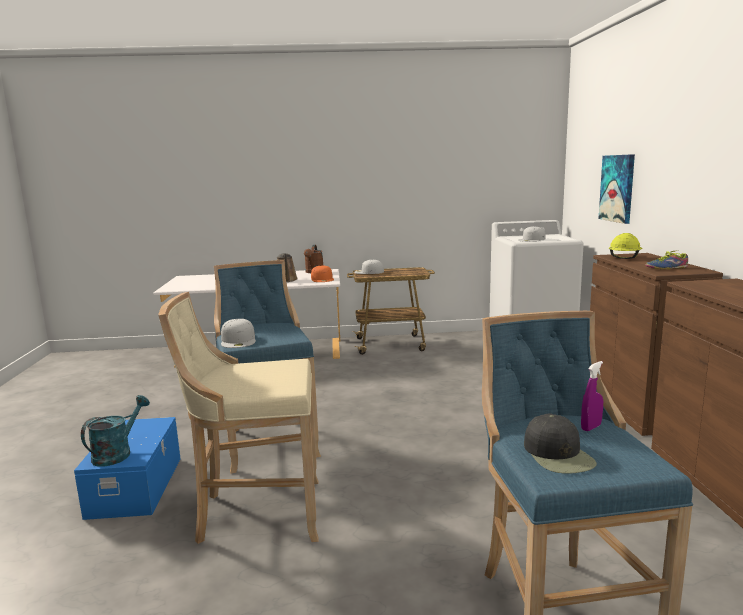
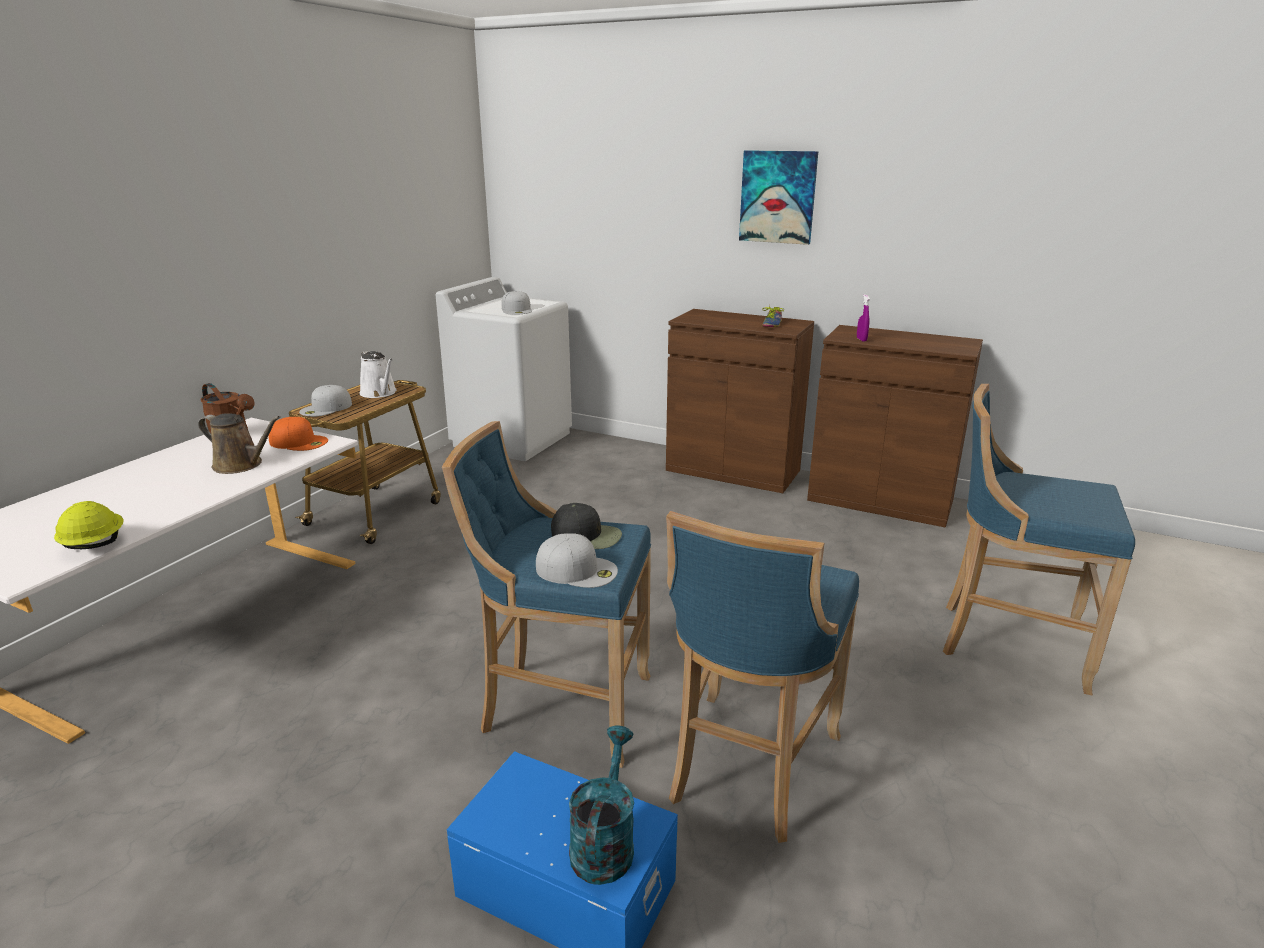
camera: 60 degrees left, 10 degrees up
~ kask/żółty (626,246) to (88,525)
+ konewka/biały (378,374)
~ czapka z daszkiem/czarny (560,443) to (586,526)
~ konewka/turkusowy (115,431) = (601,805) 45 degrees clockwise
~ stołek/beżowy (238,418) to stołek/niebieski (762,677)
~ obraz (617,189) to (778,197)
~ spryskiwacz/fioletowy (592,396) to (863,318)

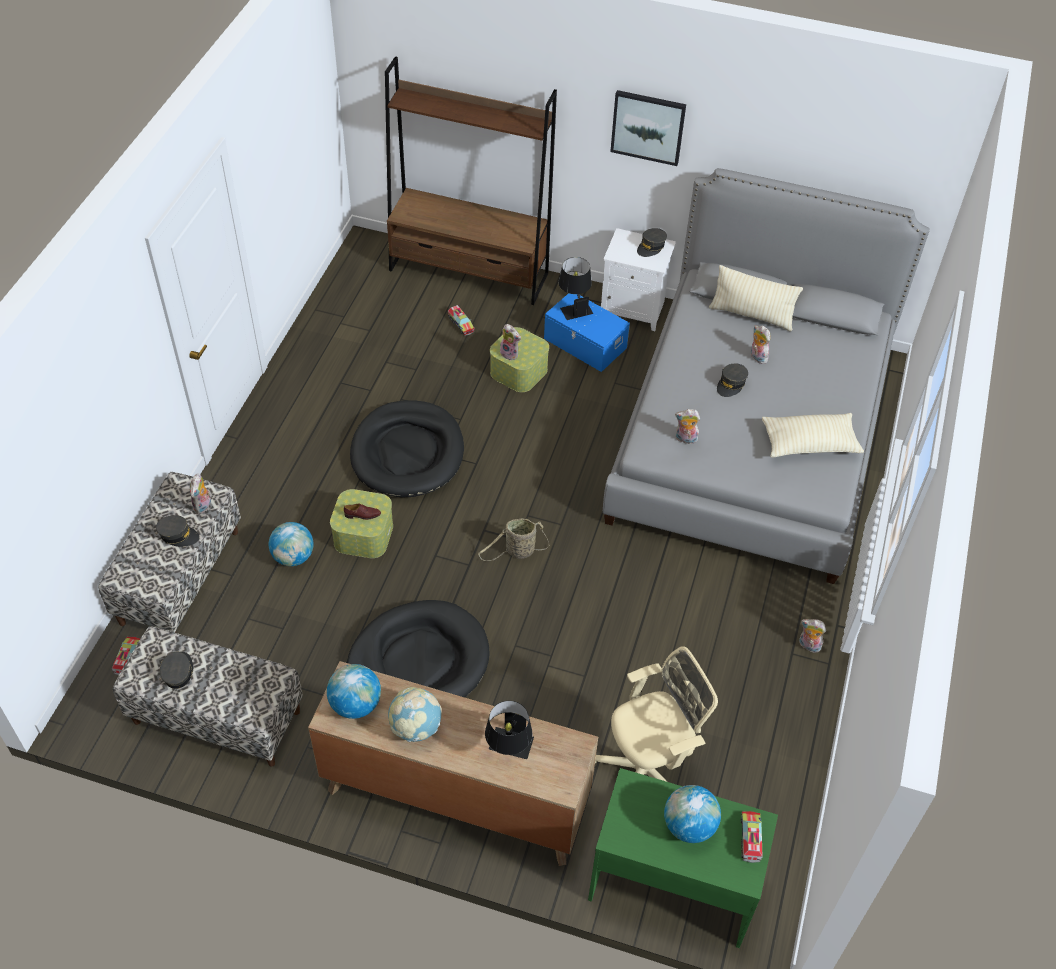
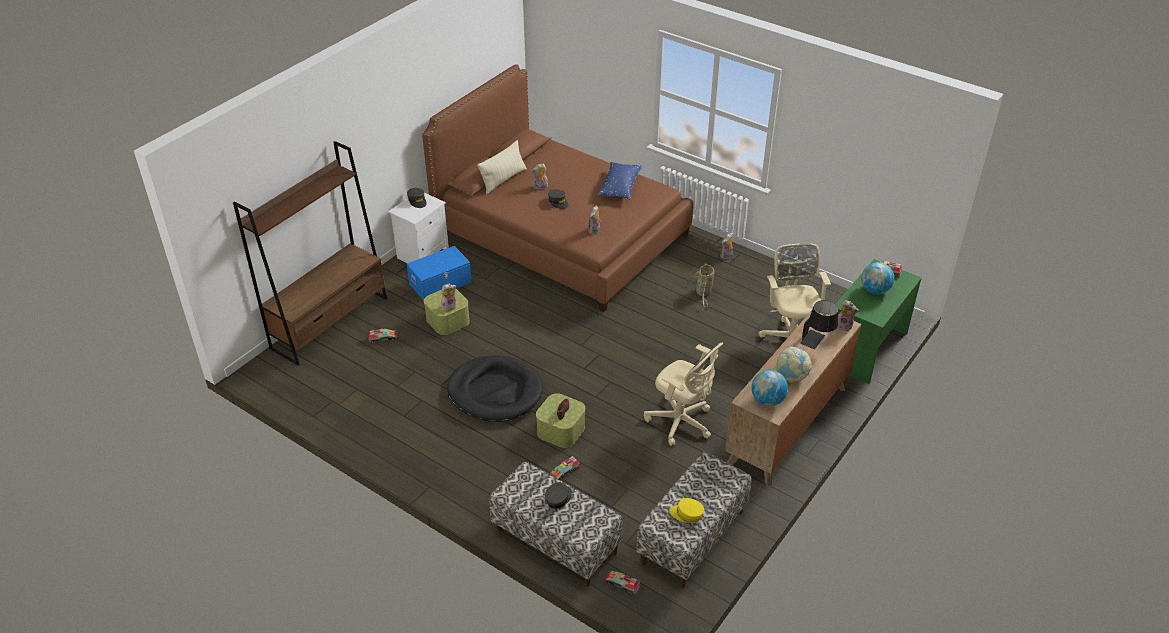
camera: 70 degrees left, 10 degrees down
~ łóżko/szary (766,376) to łóżko/brązowy (557,188)
~ globus (291,544) to ciężarówka zabawkowa (565,468)
~ poduszka/beżowy (813,435) to poduszka/niebieski (620,181)
~ legowisko/czarny (418,648) to krzesło biurowe/beżowy (684,394)
~ czapka z daszkiem/szary (176,670) to czapka z daszkiem/żółty (686,510)
~ koszyk (513,539) to (703,284)
~ pluszak (200,493) to (848,315)
- lampa stołowa/czarny (575,288)
- obraz (648,128)

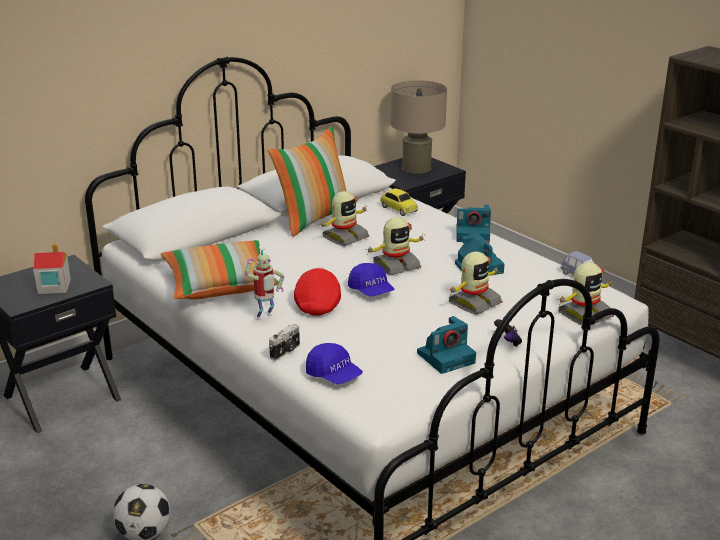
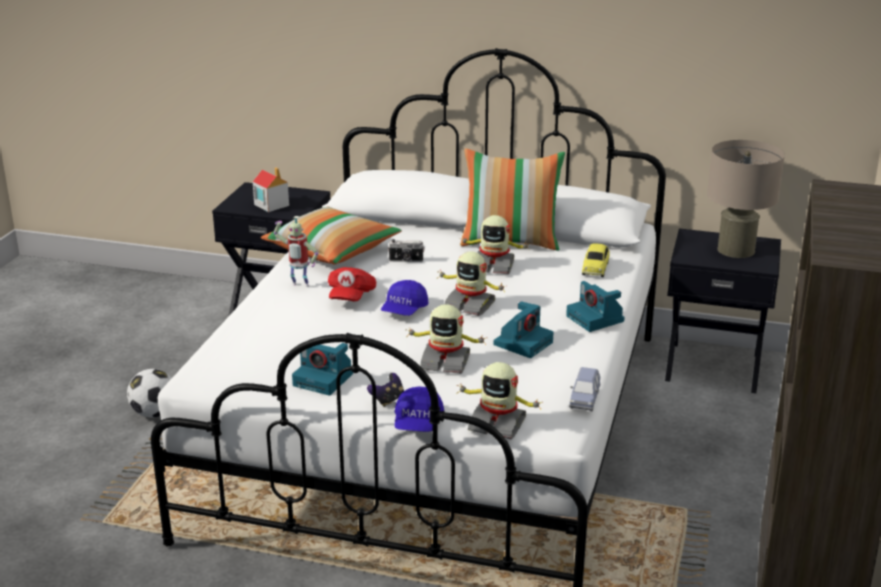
camera: 55 degrees right, 0 degrees up
~ czapka z daszkiem/czerwony (317,291) = (352,284) 135 degrees clockwise
~ aparat fotograficzny (284,342) to (406,250)
~ czapka z daszkiem/niebieski (334,363) to (419,409)

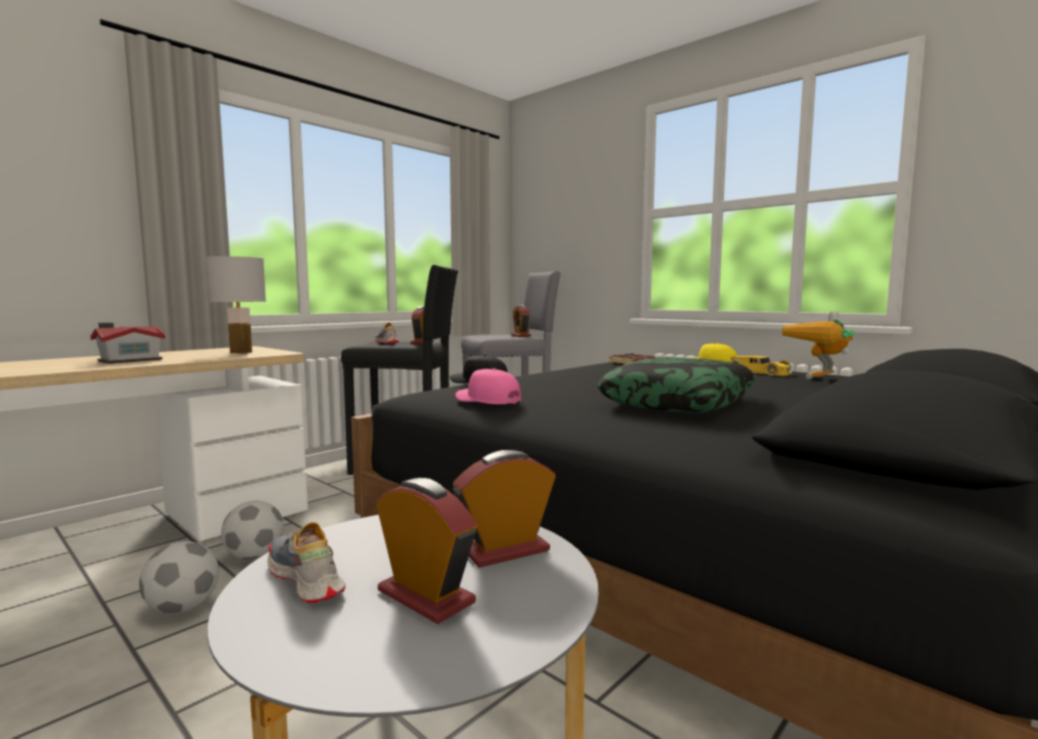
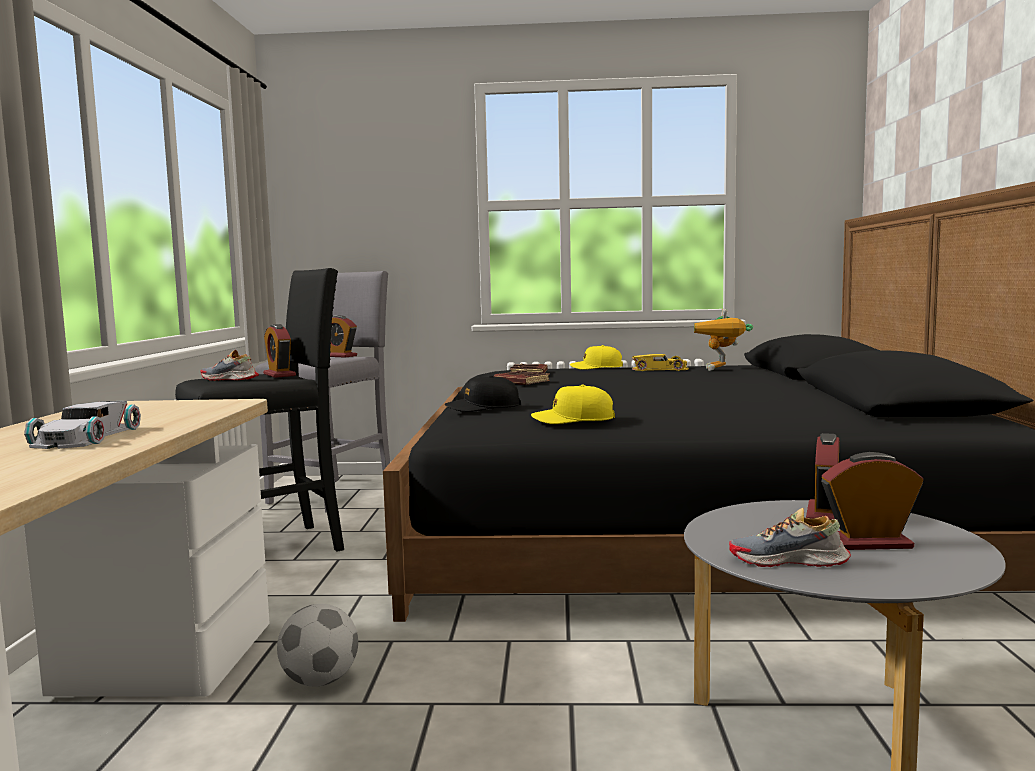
camera: 40 degrees left, 0 degrees up
~ domek (128,343) to samochodzik/biały (82,425)
+ książka/brązowy (522,377)
~ czapka z daszkiem/różowy (488,386) to czapka z daszkiem/żółty (573,404)
- piłka futbolowa (179,577)
- lampa stołowa/biały (235,305)
- poduszka (676,385)

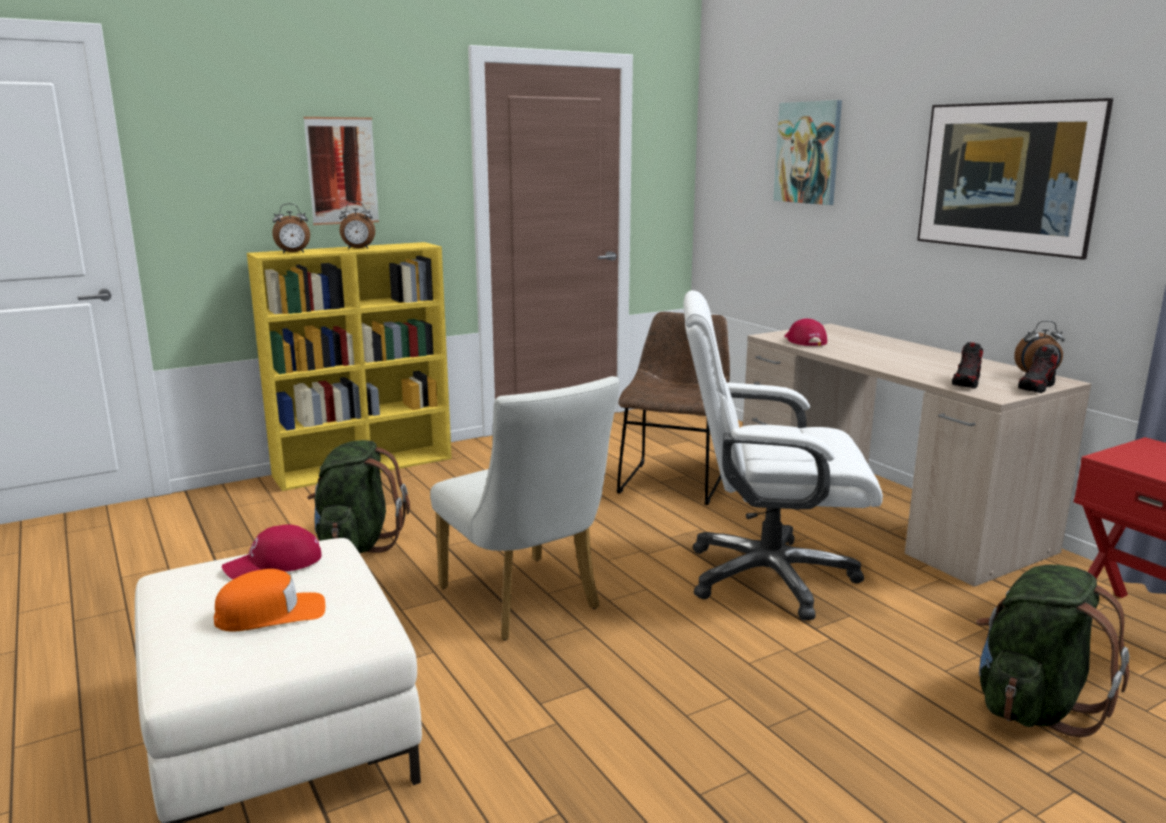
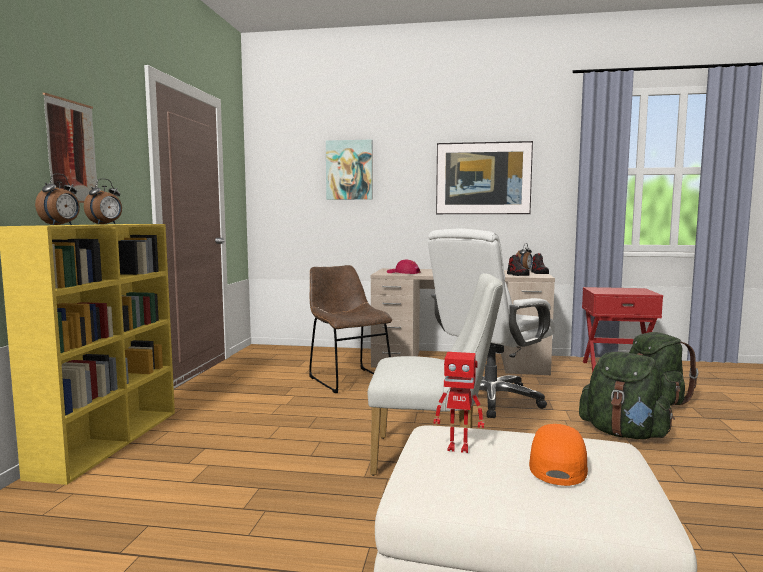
camera: 50 degrees left, 10 degrees down
~ czapka z daszkiem/czerwony (272,551) to robot zabawkowy (459,402)
~ plecak/zielony (358,496) to (627,395)

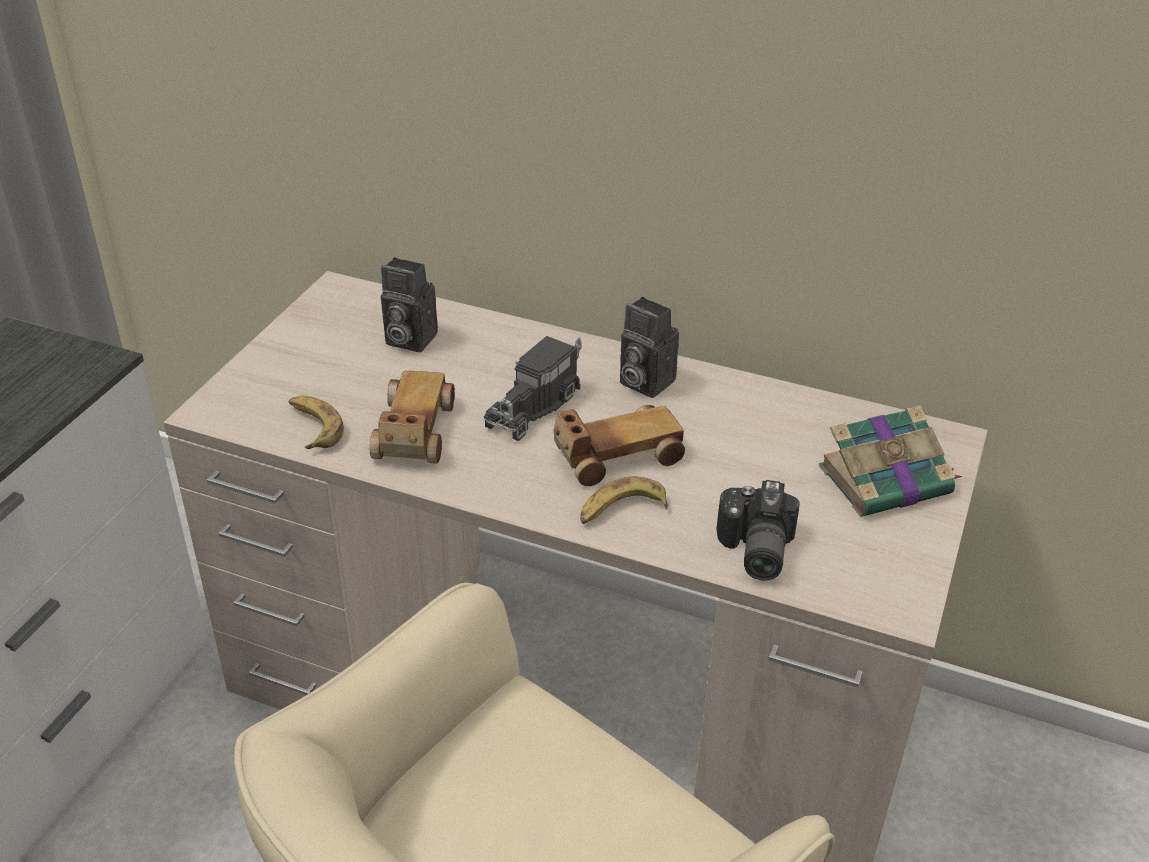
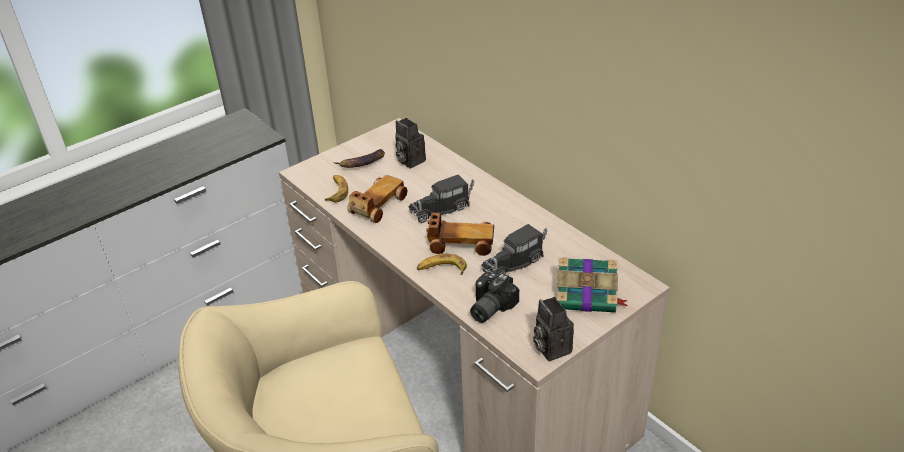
camera: 30 degrees right, 0 degrees up
+ banan (359,158)
+ ciężarówka zabawkowa (514,250)
~ aparat fotograficzny (649,347) to (553,329)

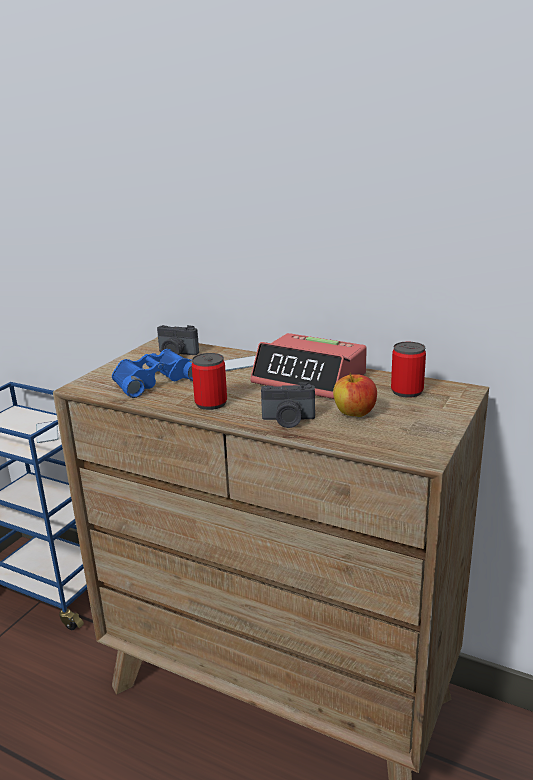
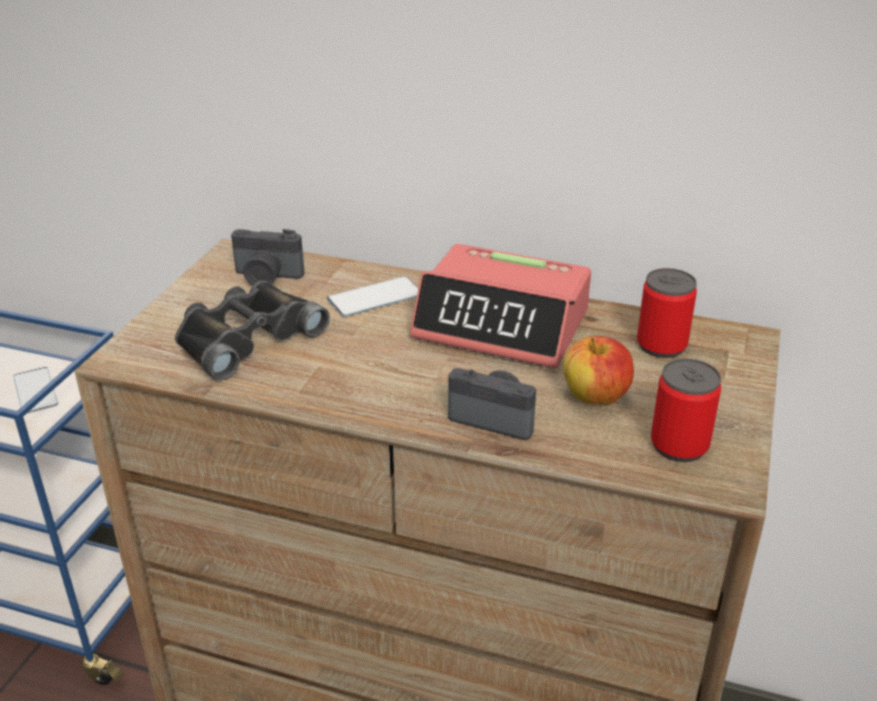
camera: 10 degrees left, 10 degrees up
~ lornetka/niebieski (152,373) to lornetka/czarny (252,330)
~ aparat fotograficzny (288,405) = (492,404) 150 degrees counterclockwise
~ puszka (209,381) to (686,410)

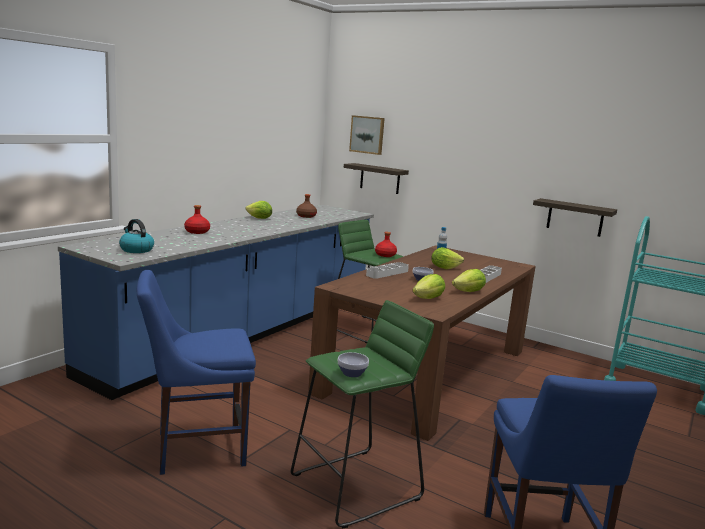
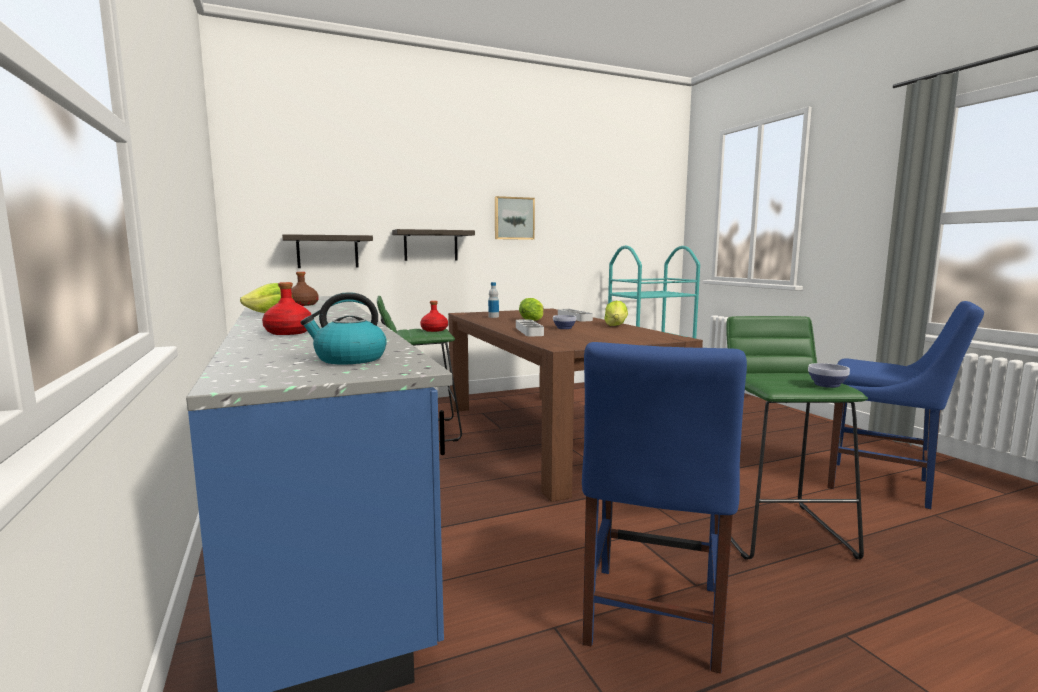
camera: 55 degrees left, 5 degrees down
~ półka (575,217) to (433,245)
~ obraz (367,135) to (515,218)
- sałata (428,286)

